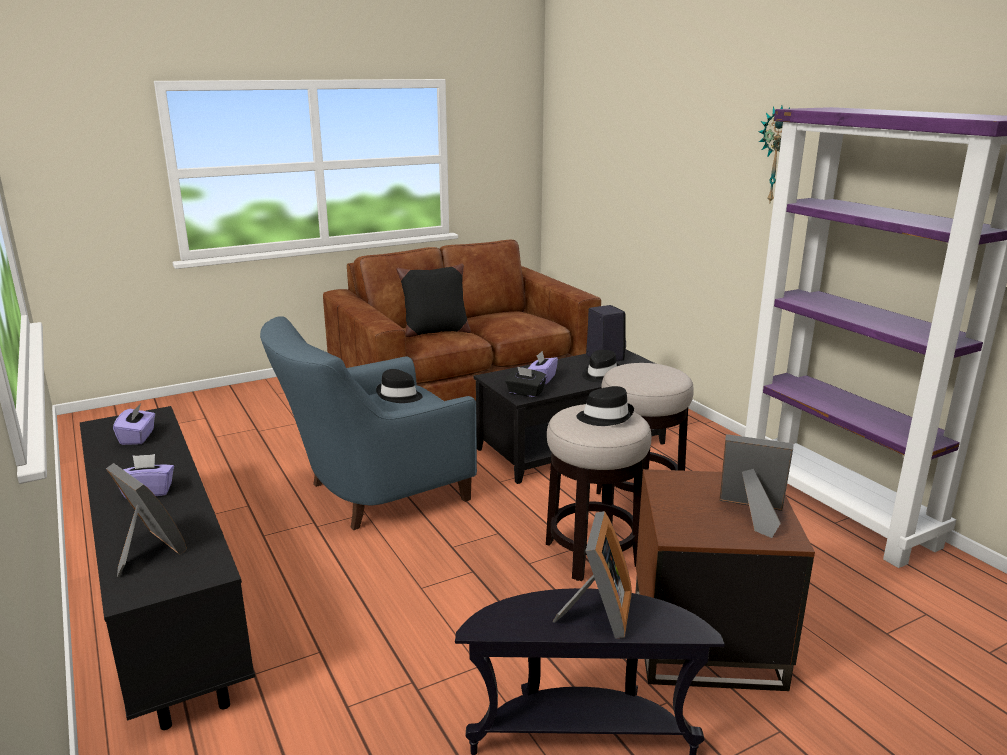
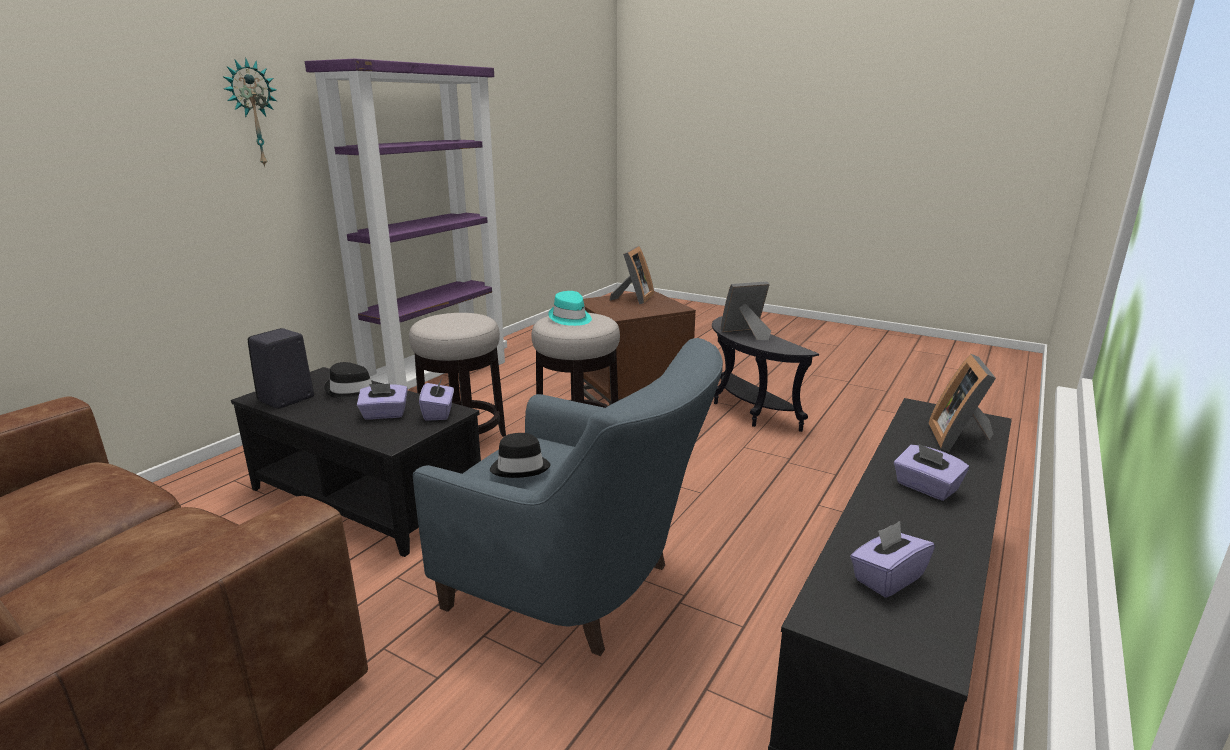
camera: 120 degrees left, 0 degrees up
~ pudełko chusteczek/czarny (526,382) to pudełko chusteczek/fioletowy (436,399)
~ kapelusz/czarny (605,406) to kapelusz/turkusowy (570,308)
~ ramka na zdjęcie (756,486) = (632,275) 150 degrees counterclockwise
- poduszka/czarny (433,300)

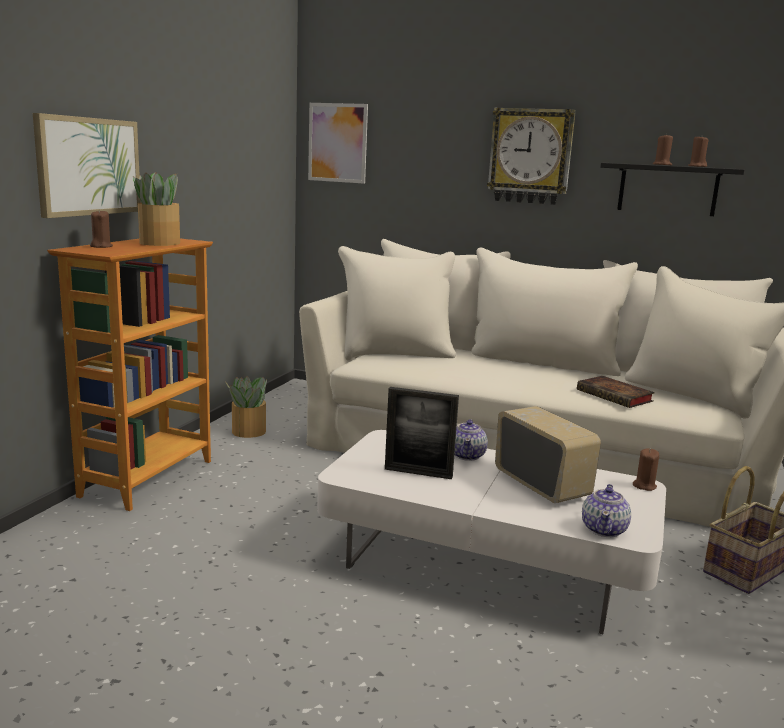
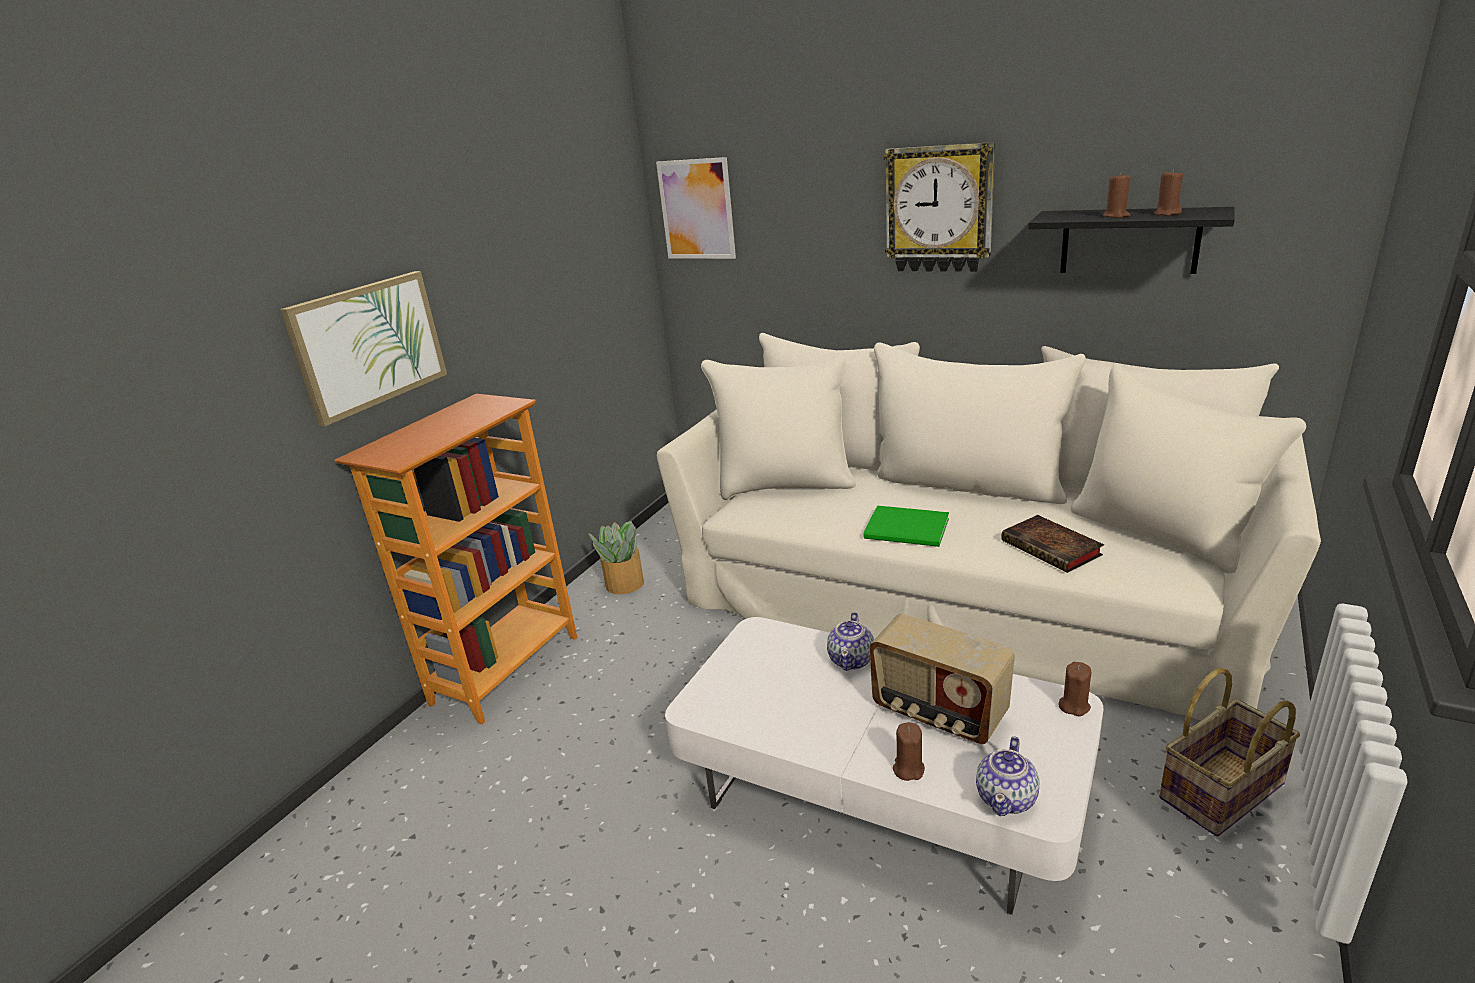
camera: 10 degrees right, 10 degrees up
+ książka/zielony (906,526)
~ radio (548,454) = (942,679) 150 degrees clockwise
~ świeca/brązowy (101,228) to (909,751)
- roślina doniczkowa (156,209)
- ramka na zdjęcie (422,433)

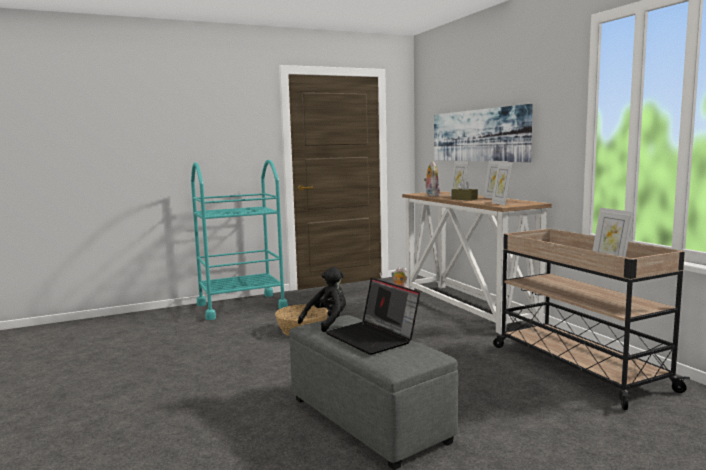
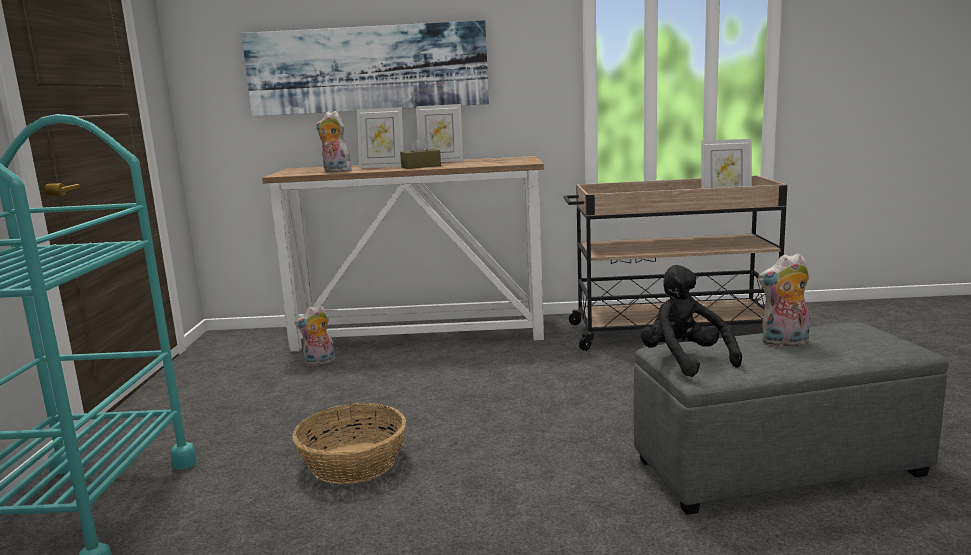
camera: 65 degrees left, 5 degrees up
~ laptop (373,316) to pluszak (784,300)
- ramka na zdjęcie (502,184)

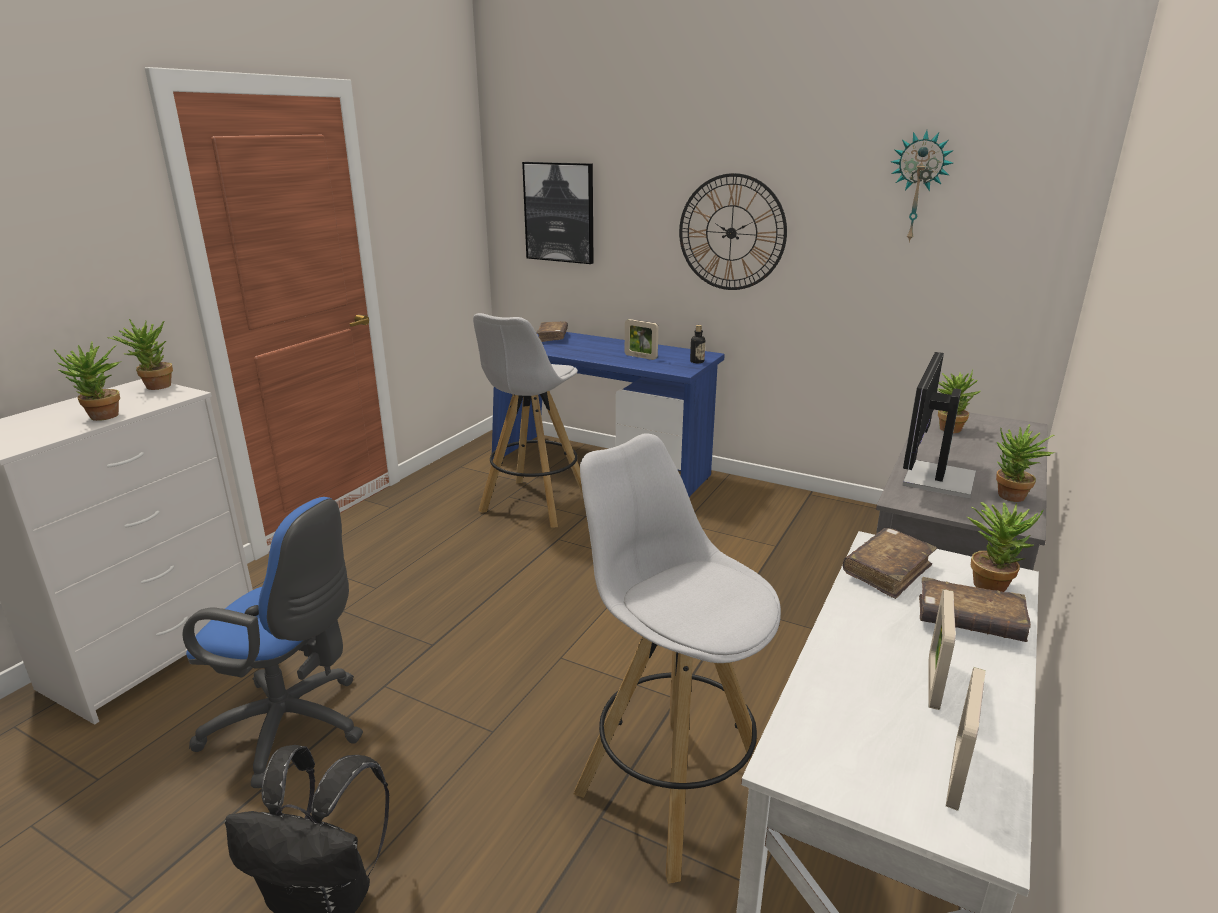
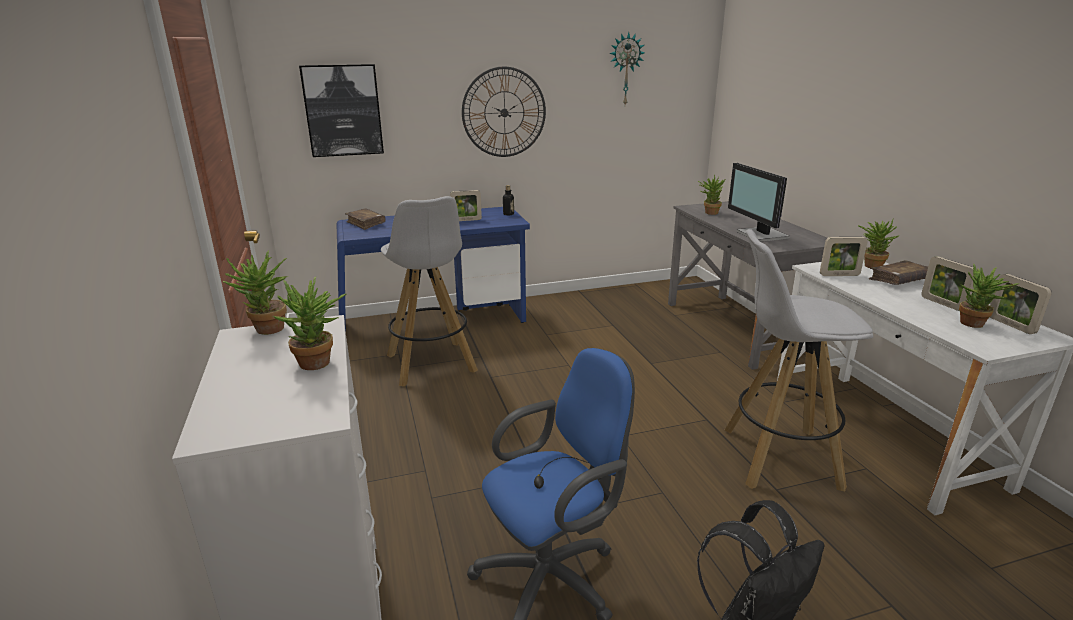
camera: 45 degrees left, 0 degrees up
~ książka/brązowy (890,563) to ramka na zdjęcie (844,256)
~ roślina doniczkowa (1025,463) to (989,296)

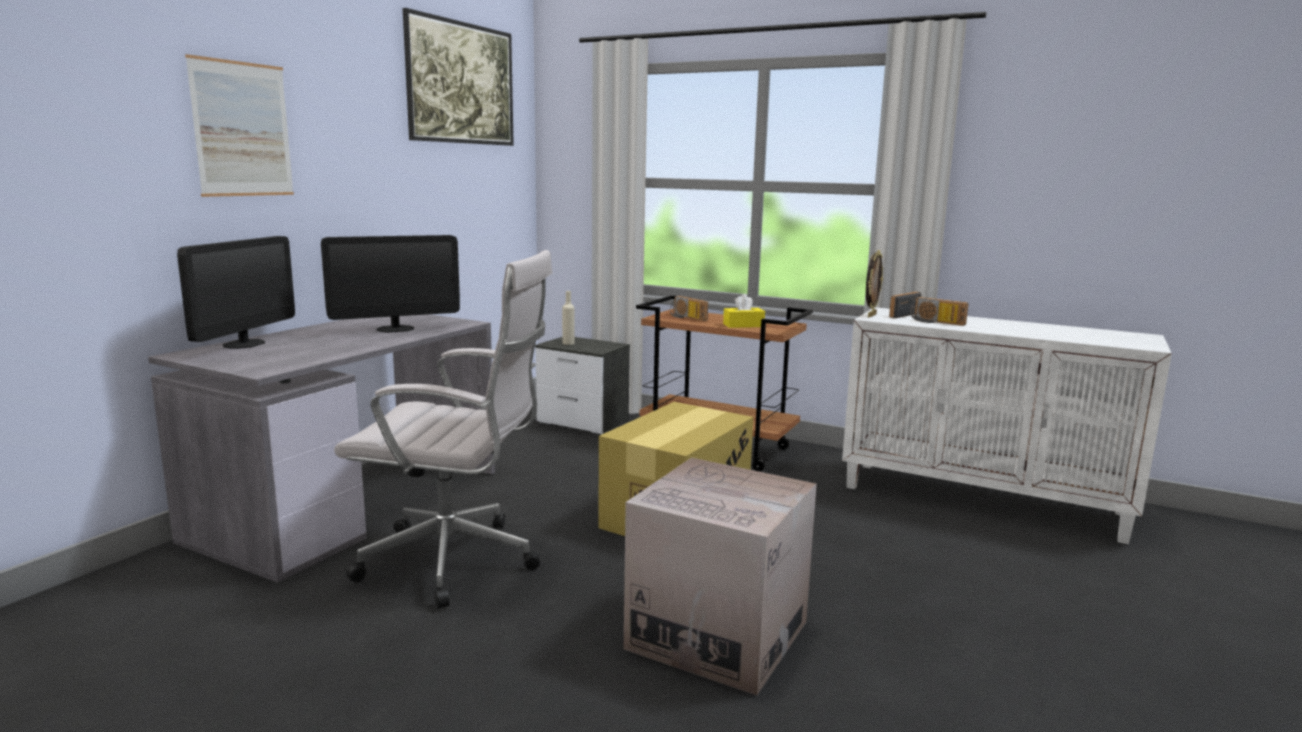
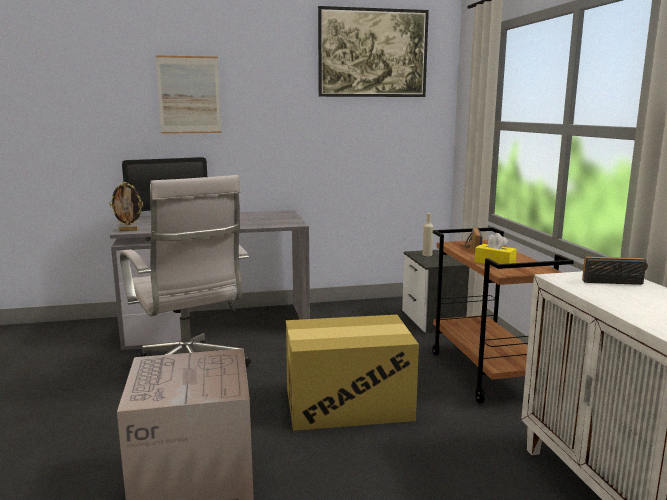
camera: 50 degrees right, 0 degrees up
~ ramka na zdjęcie (874,283) to (126,206)
- monitor (390,284)
- radio (939,311)

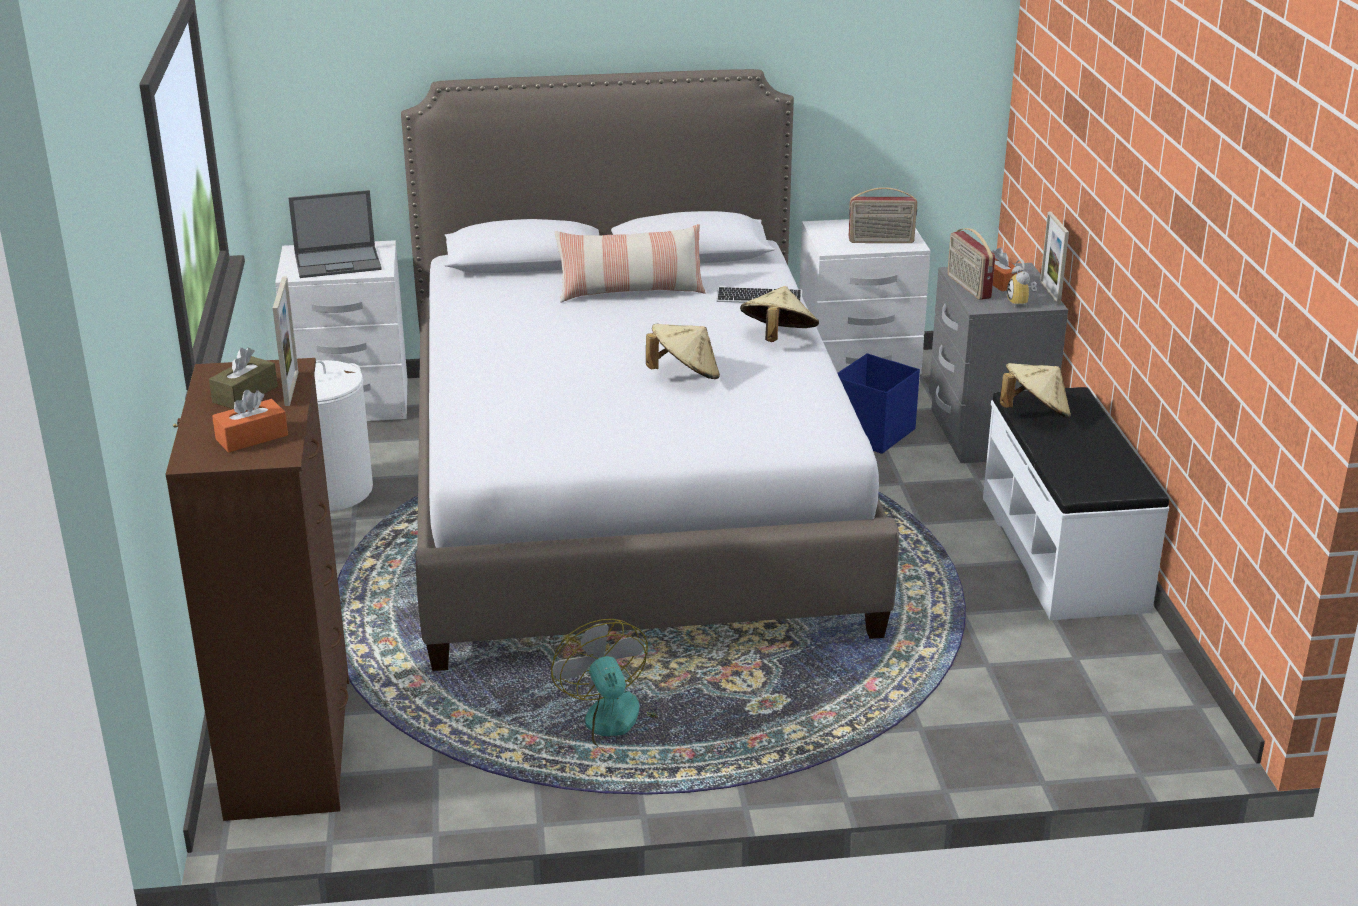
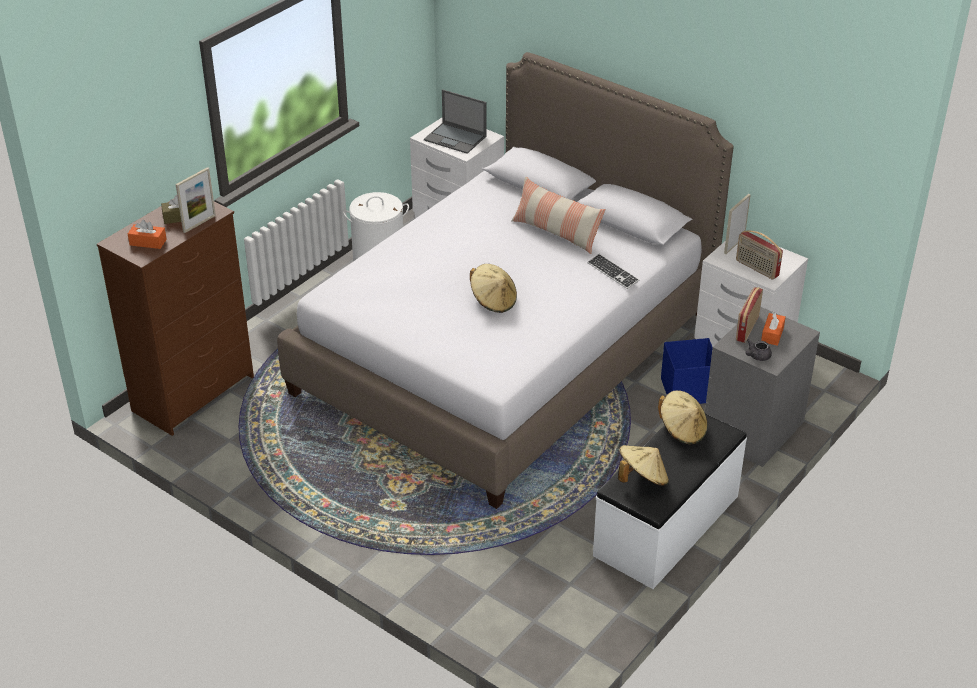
camera: 45 degrees right, 10 degrees up
~ kapelusz/beżowy (779,314) to (643,465)
~ ramka na zdjęcie (1054,258) to (737,224)
~ budzik (1022,283) to imbryk/szary (758,350)
- wentylator (604,688)

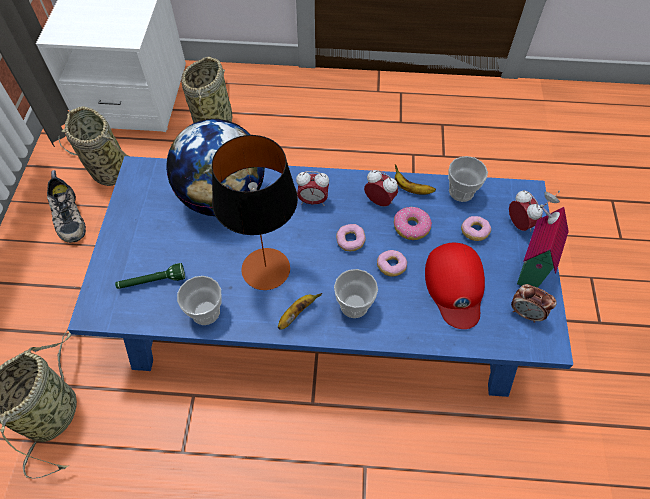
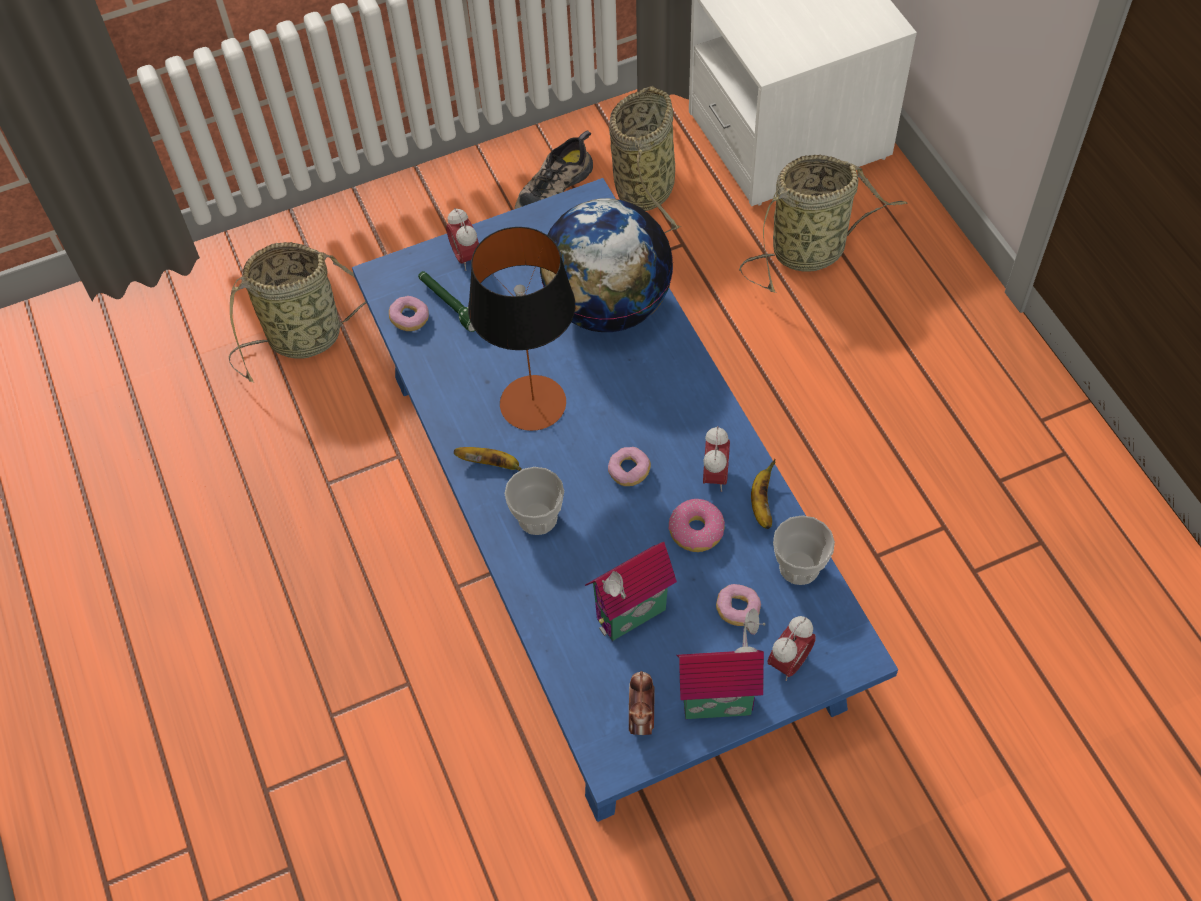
camera: 65 degrees right, 0 degrees up
~ donut (392,263) to (409,313)
~ budzik (312,188) to (462,239)
~ czapka z daszkiem/czerwony (455,286) to domek (631,591)
- filiżanka (199,300)

